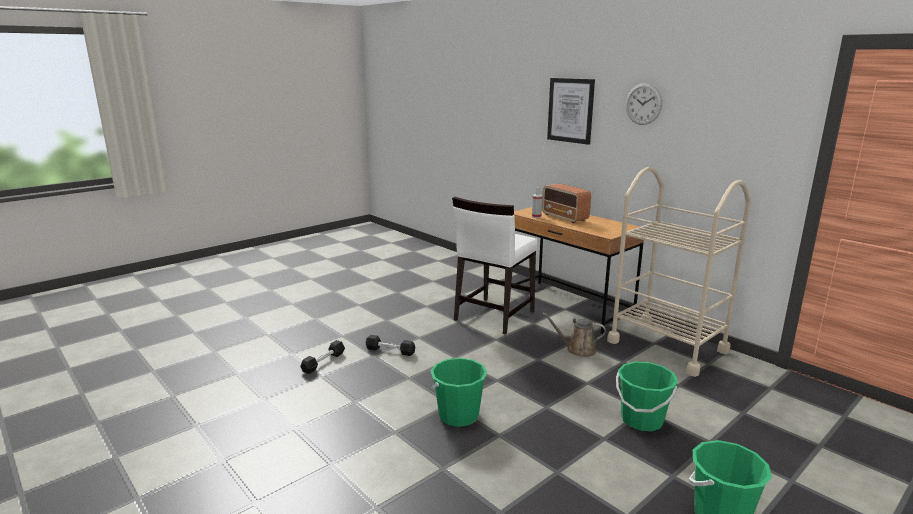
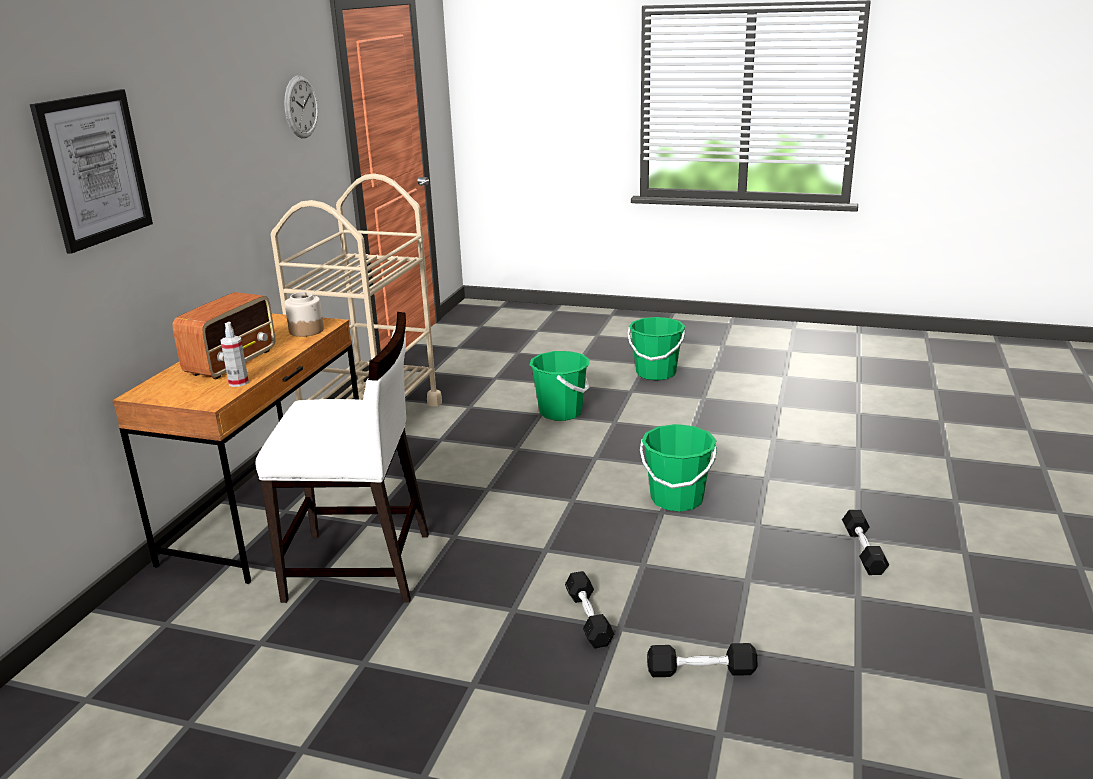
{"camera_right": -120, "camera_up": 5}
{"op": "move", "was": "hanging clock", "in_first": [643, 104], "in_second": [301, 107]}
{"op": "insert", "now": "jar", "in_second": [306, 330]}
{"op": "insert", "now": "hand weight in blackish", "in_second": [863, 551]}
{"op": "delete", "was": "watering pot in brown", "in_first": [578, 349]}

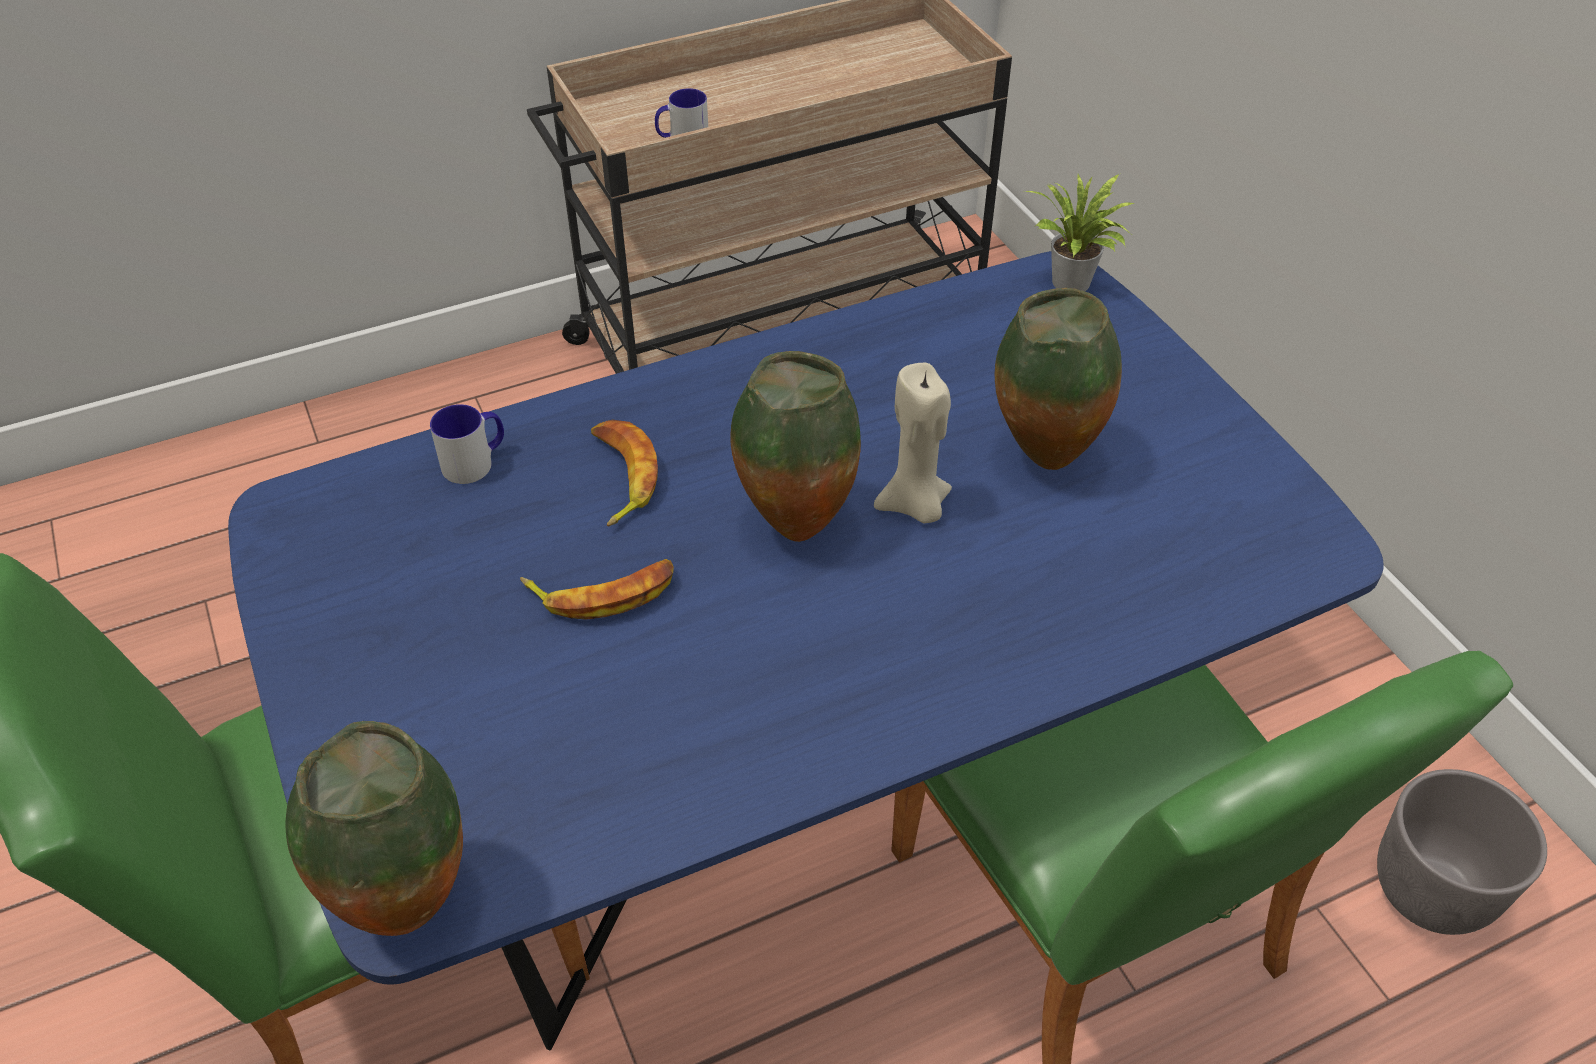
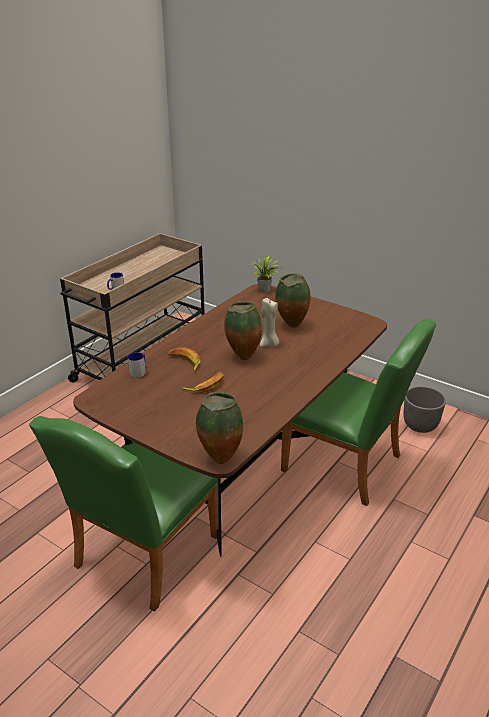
{"camera_right": -30, "camera_up": -15}
{"op": "recolor", "was": "dinner table in blue", "now": "dinner table in brown", "in_first": [798, 795], "in_second": [244, 468]}

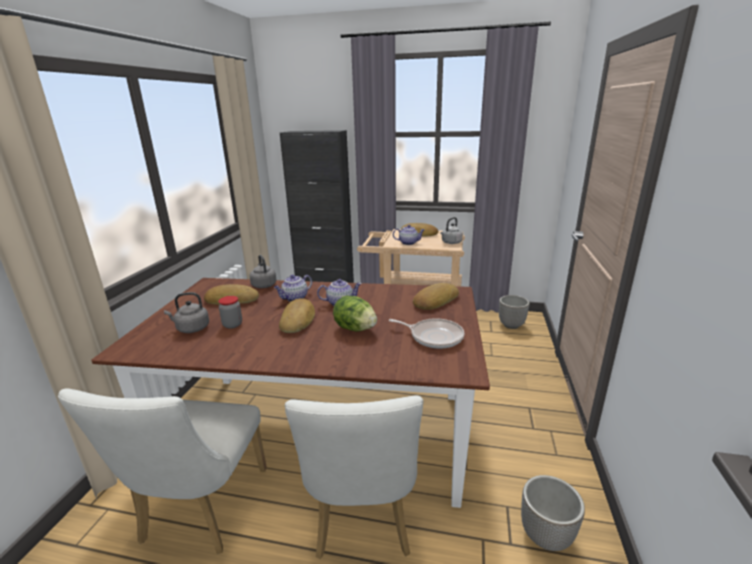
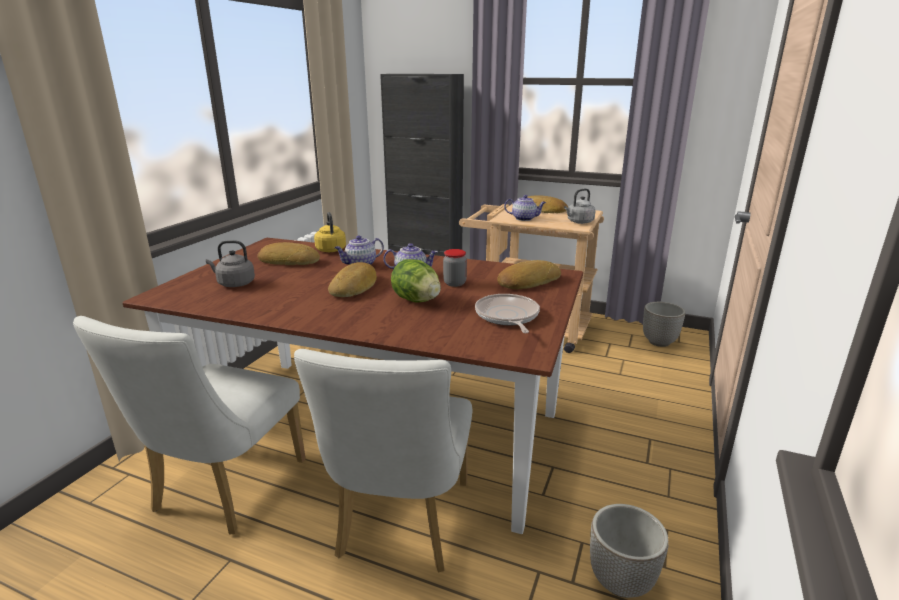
{"camera_right": 10, "camera_up": 0}
{"op": "recolor", "was": "kettle in gray", "now": "kettle in yellowish", "in_first": [263, 285], "in_second": [330, 249]}
{"op": "move", "was": "jar", "in_first": [232, 325], "in_second": [454, 283]}
{"op": "rotate", "was": "skillet", "in_first": [434, 336], "in_second": [507, 316], "clockwise": -135}

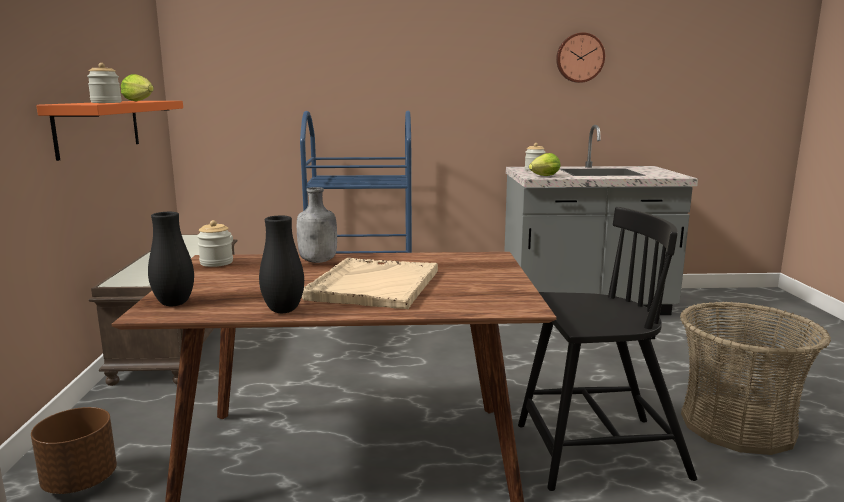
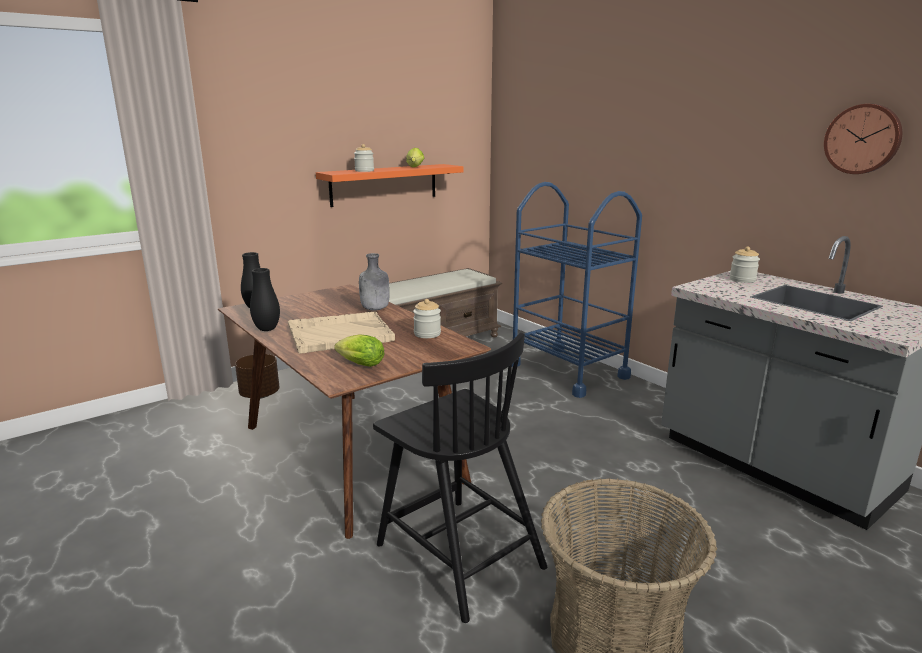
{"camera_right": 55, "camera_up": 5}
{"op": "move", "was": "lettuce", "in_first": [543, 176], "in_second": [359, 364]}
{"op": "move", "was": "jar", "in_first": [216, 263], "in_second": [427, 334]}

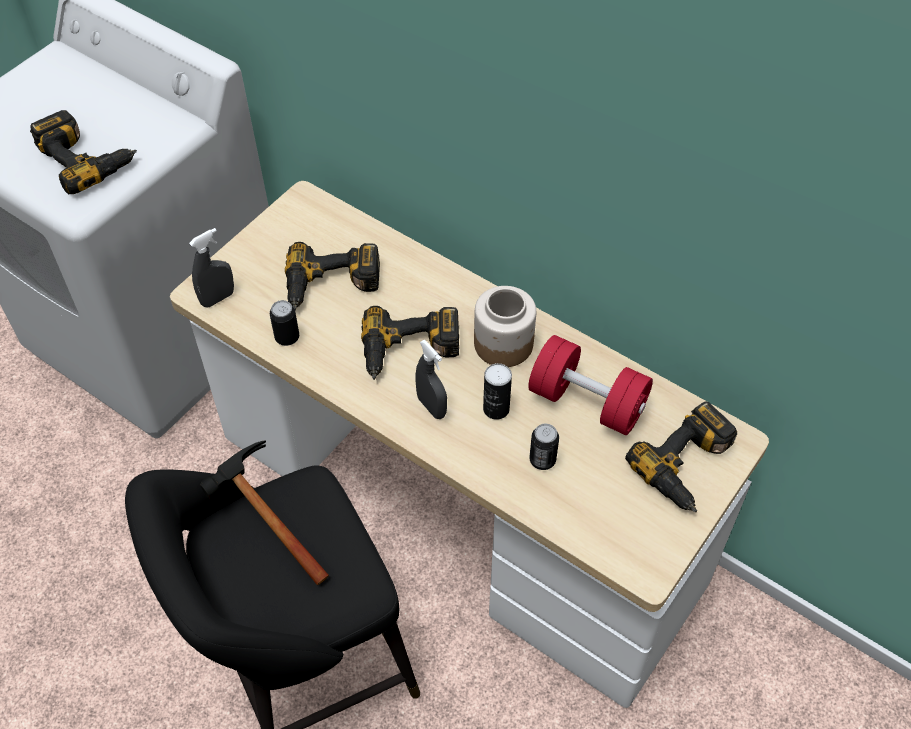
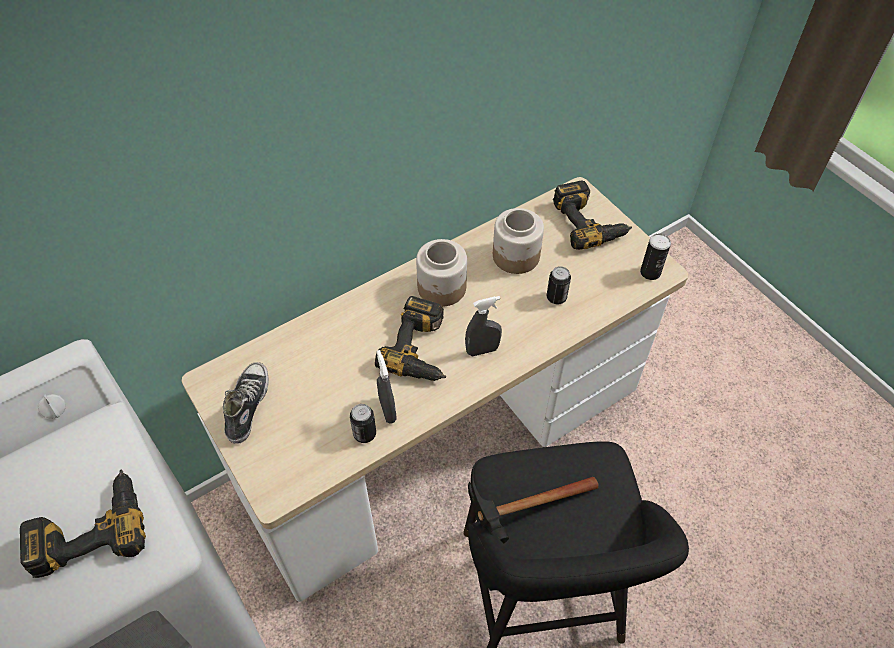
{"camera_right": -70, "camera_up": 0}
{"op": "insert", "now": "item of footwear", "in_second": [247, 406]}
{"op": "move", "was": "sprayer in gray", "in_first": [218, 298], "in_second": [387, 410]}
{"op": "replace", "was": "hand weight in red", "now": "jar", "in_first": [587, 402], "in_second": [516, 256]}
{"op": "move", "was": "metal can", "in_first": [496, 409], "in_second": [650, 272]}
{"op": "delete", "was": "drill", "in_first": [332, 286]}

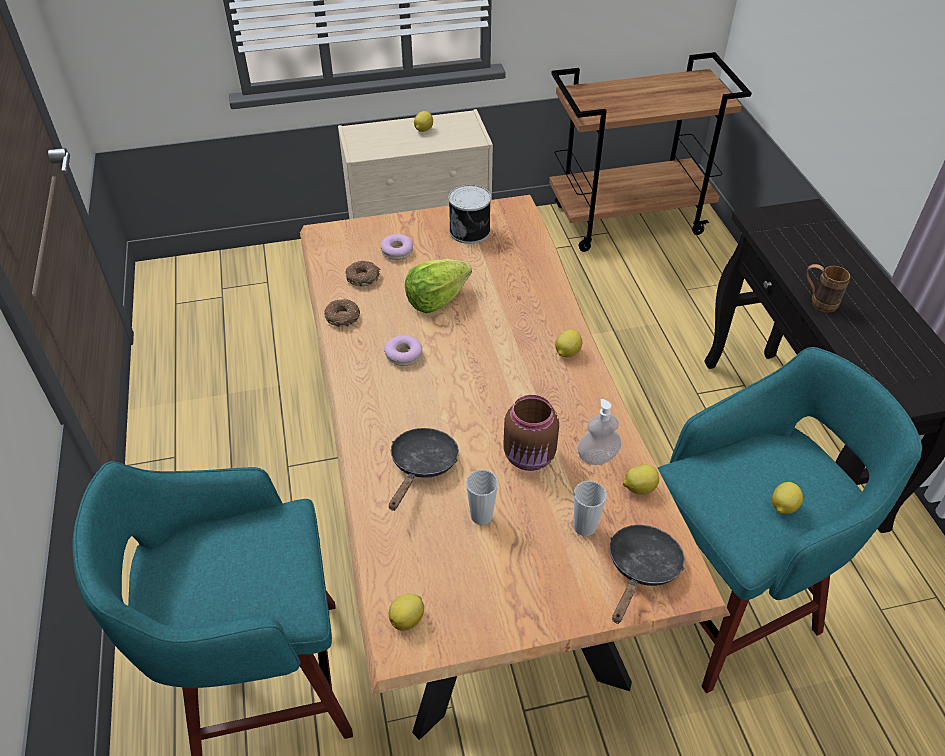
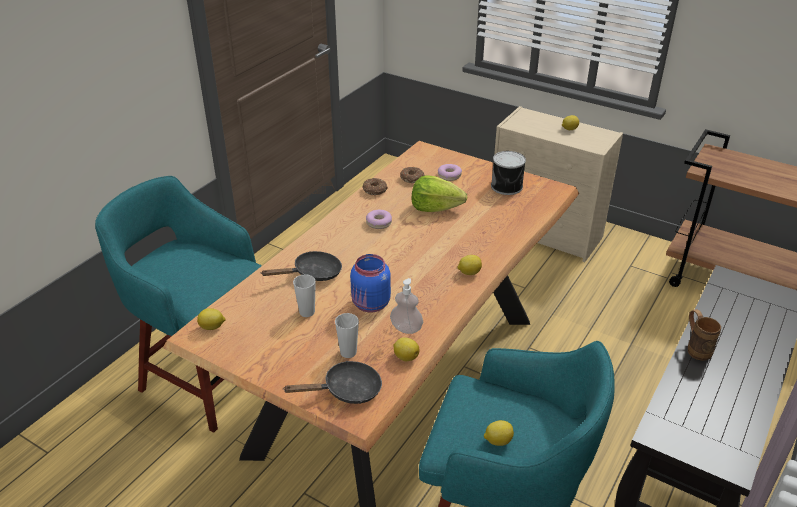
{"camera_right": 45, "camera_up": -10}
{"op": "recolor", "was": "jar in brown", "now": "jar in blue", "in_first": [530, 457], "in_second": [370, 304]}

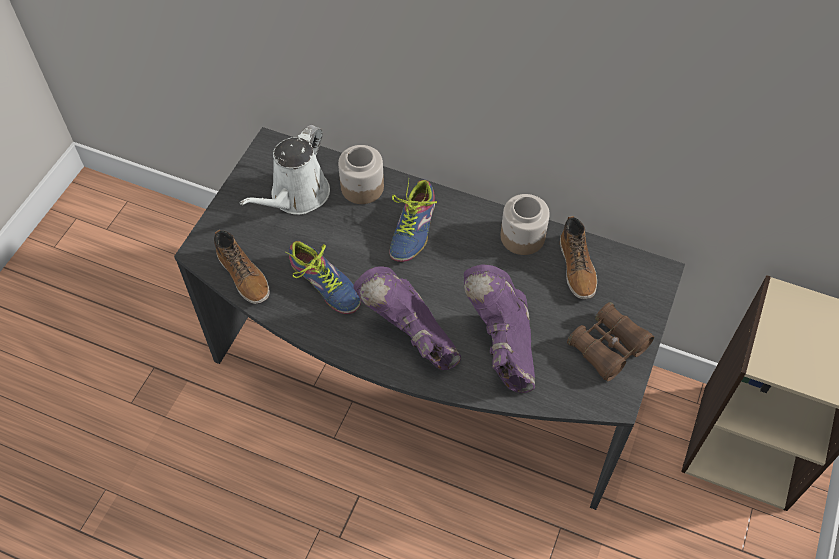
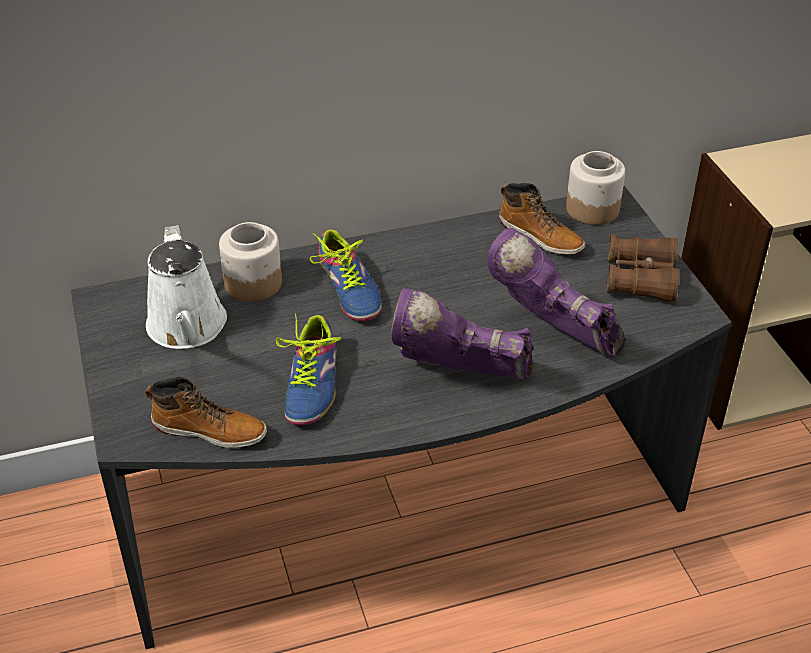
{"camera_right": -40, "camera_up": -15}
{"op": "rotate", "was": "item of footwear", "in_first": [325, 284], "in_second": [312, 384], "clockwise": 90}
{"op": "move", "was": "jar", "in_first": [523, 237], "in_second": [593, 209]}

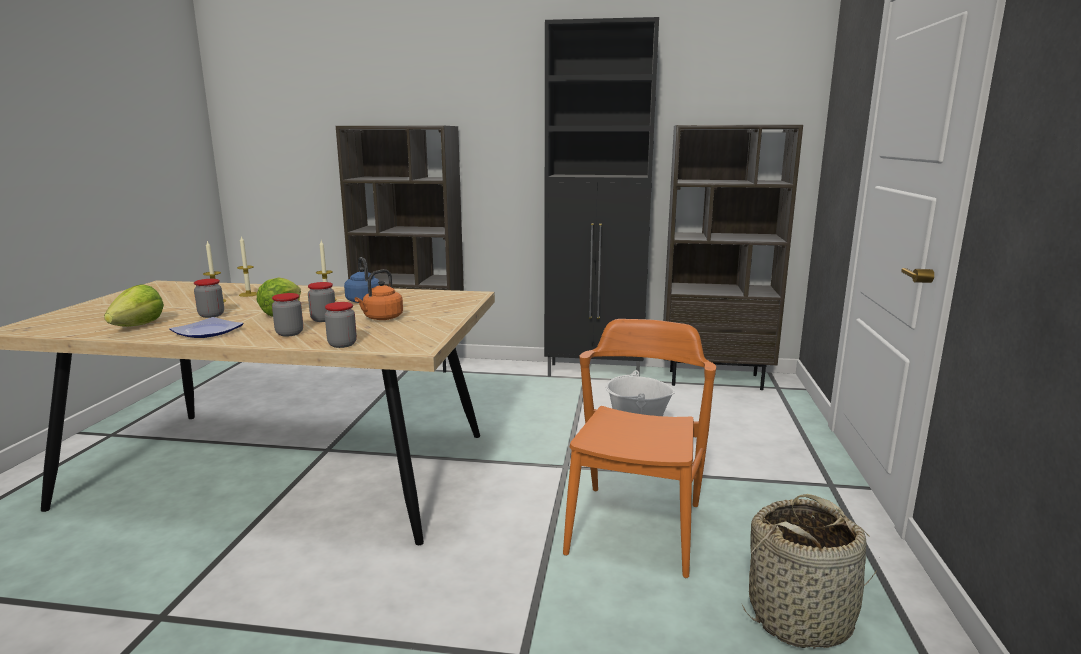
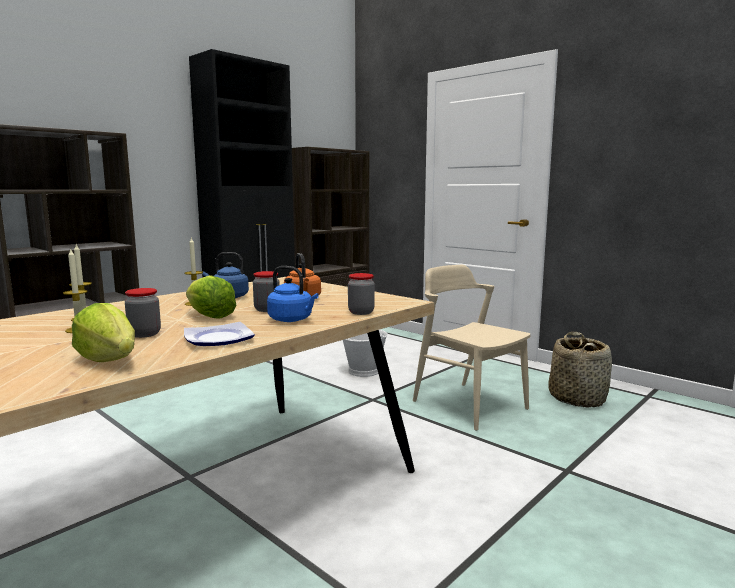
{"camera_right": -55, "camera_up": -5}
{"op": "replace", "was": "jar", "now": "kettle in blue", "in_first": [289, 333], "in_second": [292, 320]}
{"op": "recolor", "was": "upright chair in orange", "now": "upright chair in sand-coloured", "in_first": [636, 528], "in_second": [469, 405]}

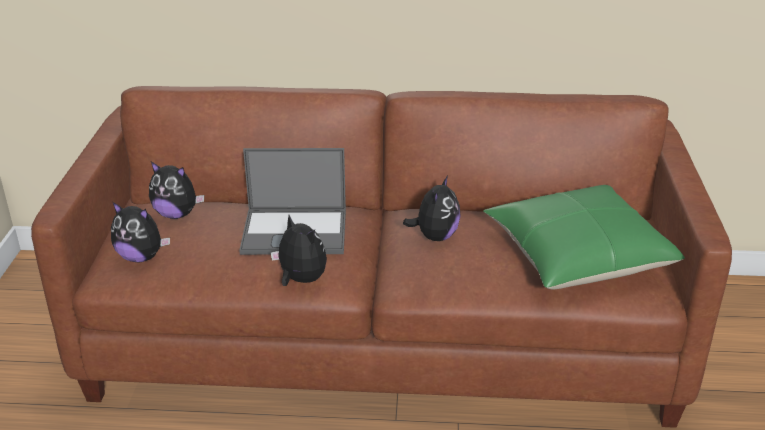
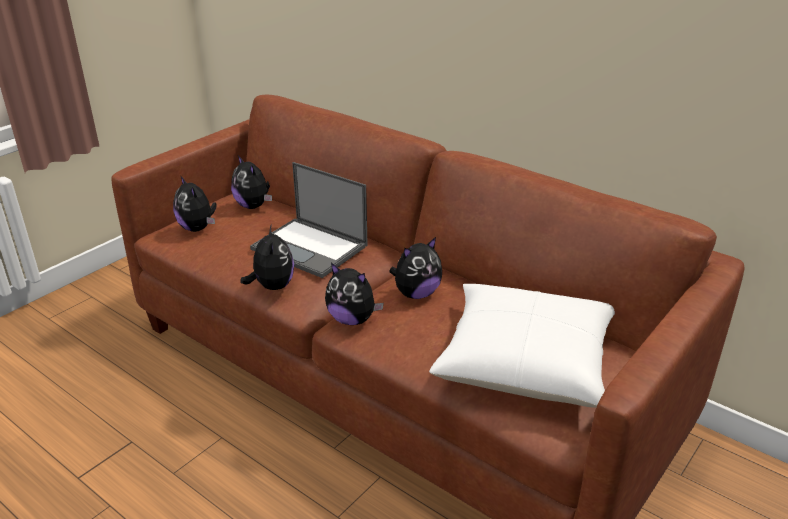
{"camera_right": 35, "camera_up": 0}
{"op": "insert", "now": "plush toy", "in_second": [352, 319]}
{"op": "recolor", "was": "pillow in greenish", "now": "pillow in white-coloured", "in_first": [577, 255], "in_second": [525, 361]}

